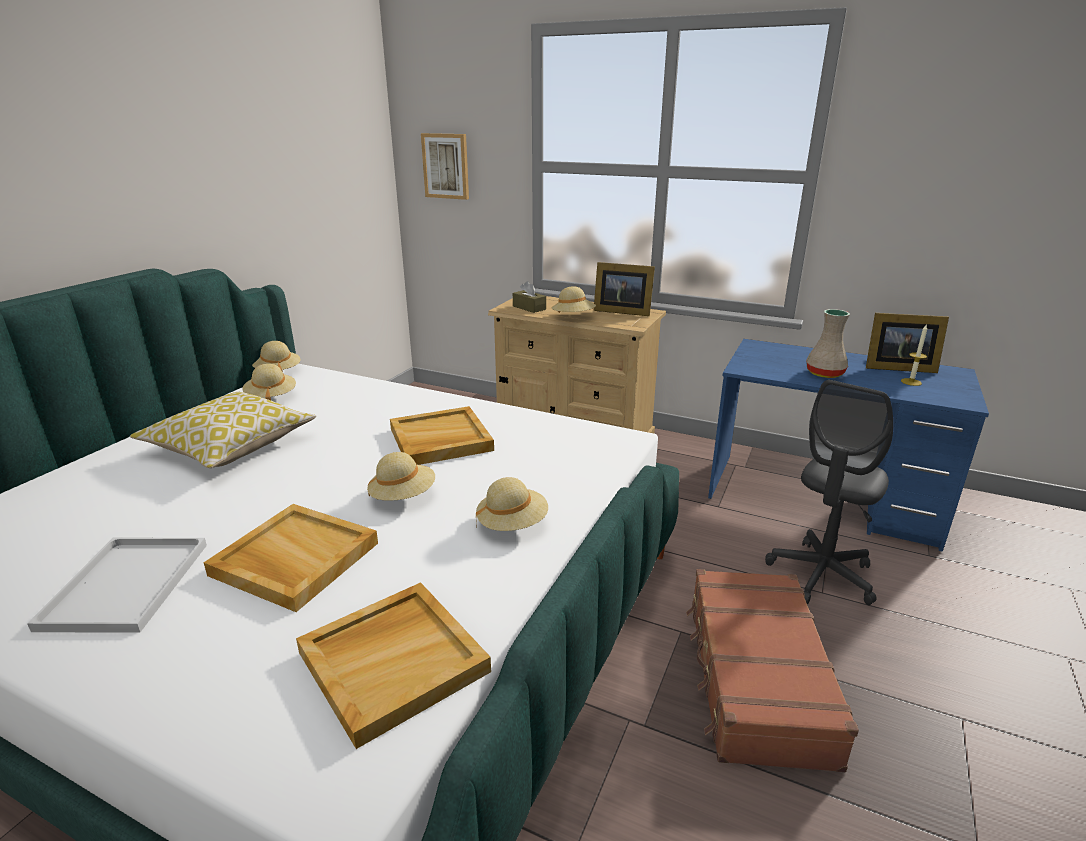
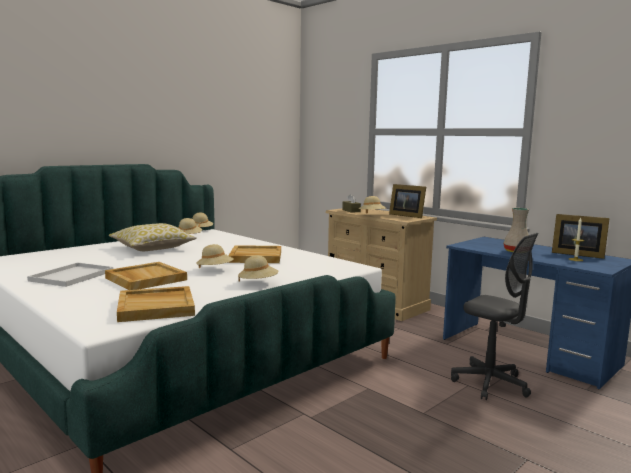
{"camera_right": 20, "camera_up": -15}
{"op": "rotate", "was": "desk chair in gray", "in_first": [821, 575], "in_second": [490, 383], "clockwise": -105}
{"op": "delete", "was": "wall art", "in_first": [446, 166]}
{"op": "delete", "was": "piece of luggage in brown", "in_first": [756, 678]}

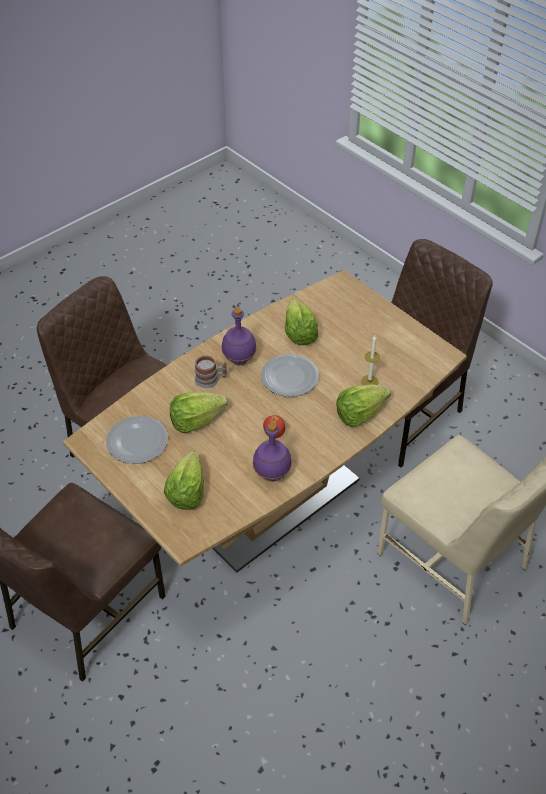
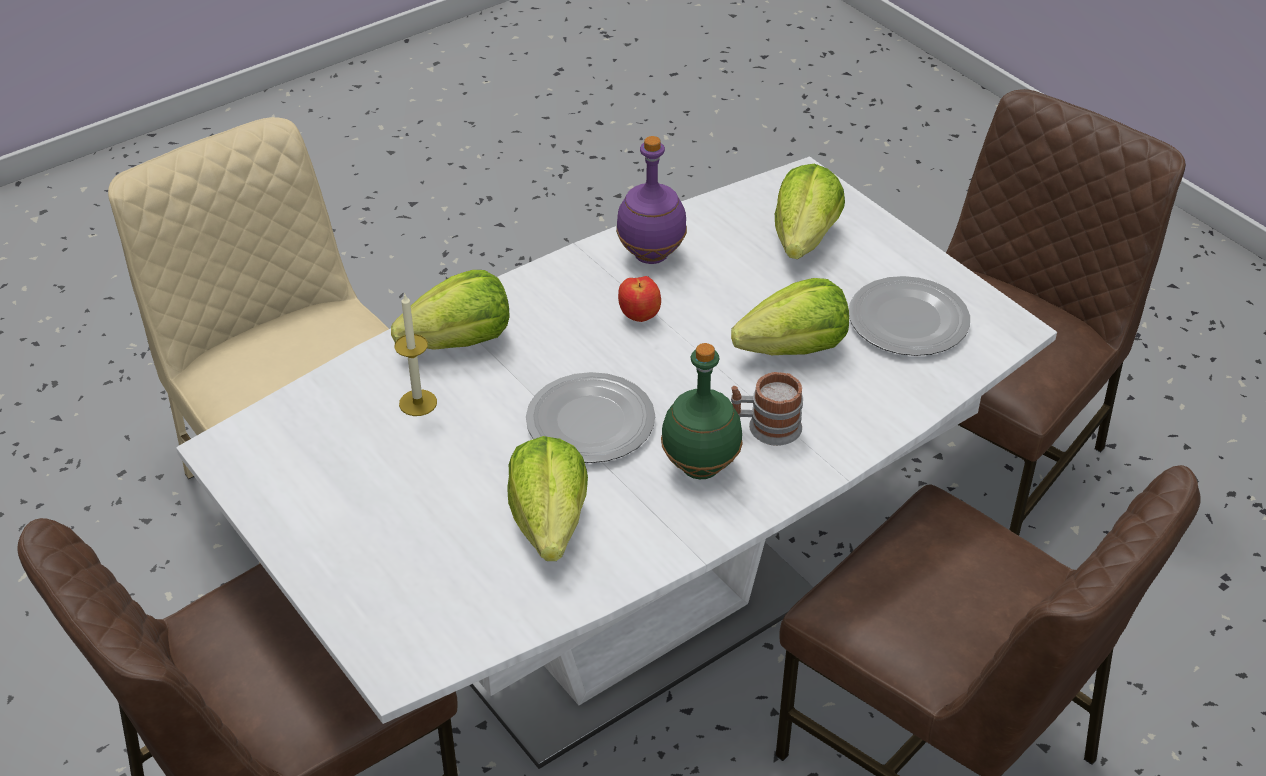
{"camera_right": -175, "camera_up": -5}
{"op": "recolor", "was": "dinner table in brown", "now": "dinner table in white-coloured", "in_first": [272, 500], "in_second": [633, 625]}
{"op": "recolor", "was": "bottle in purplish", "now": "bottle in greenish", "in_first": [239, 360], "in_second": [700, 466]}

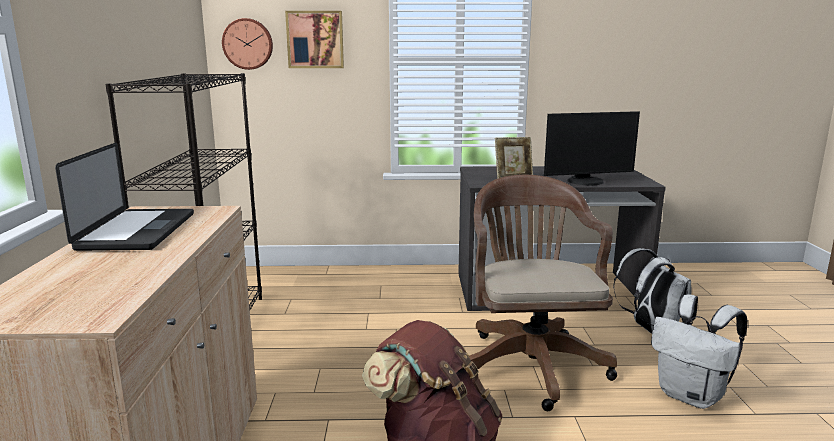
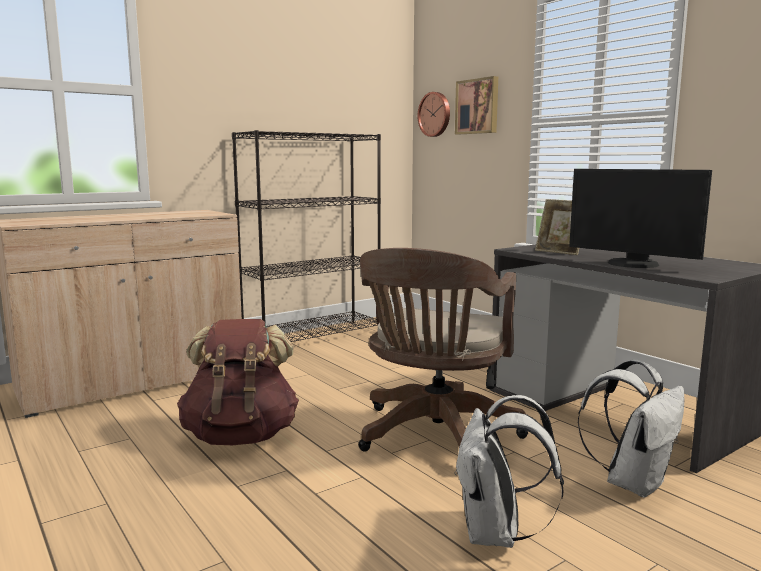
{"camera_right": 55, "camera_up": -5}
{"op": "rotate", "was": "desk chair in brown", "in_first": [530, 362], "in_second": [435, 437], "clockwise": 150}
{"op": "delete", "was": "portable computer", "in_first": [137, 231]}

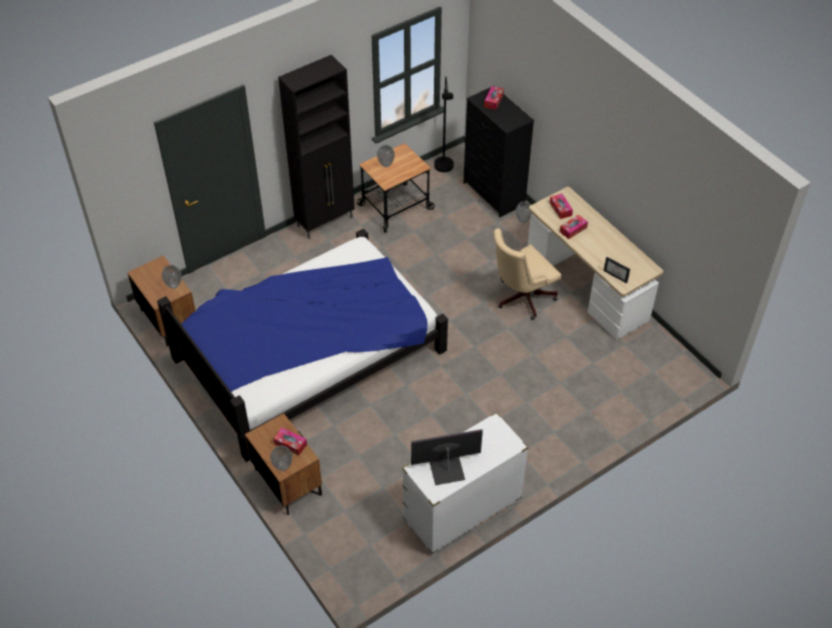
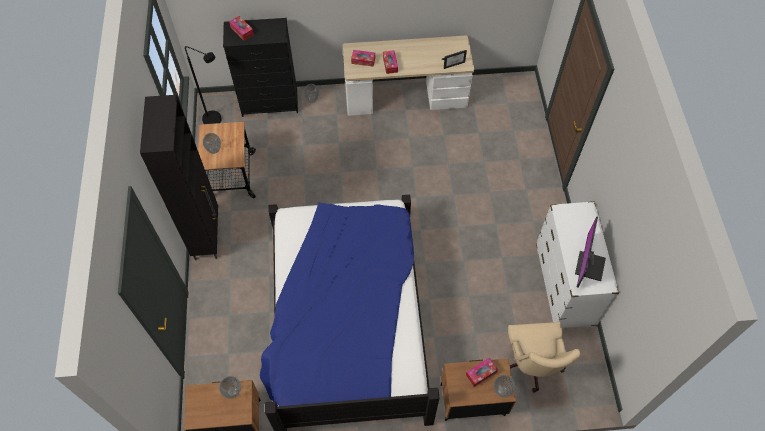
{"camera_right": -60, "camera_up": 10}
{"op": "move", "was": "desk chair in sand-coloured", "in_first": [521, 298], "in_second": [531, 365]}

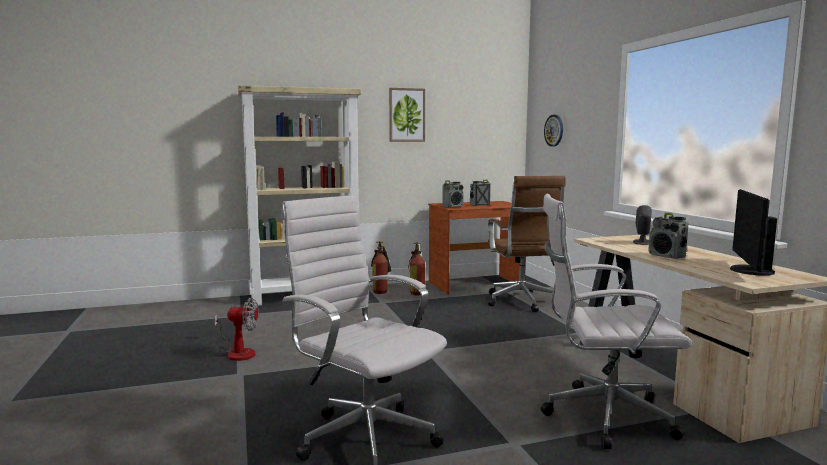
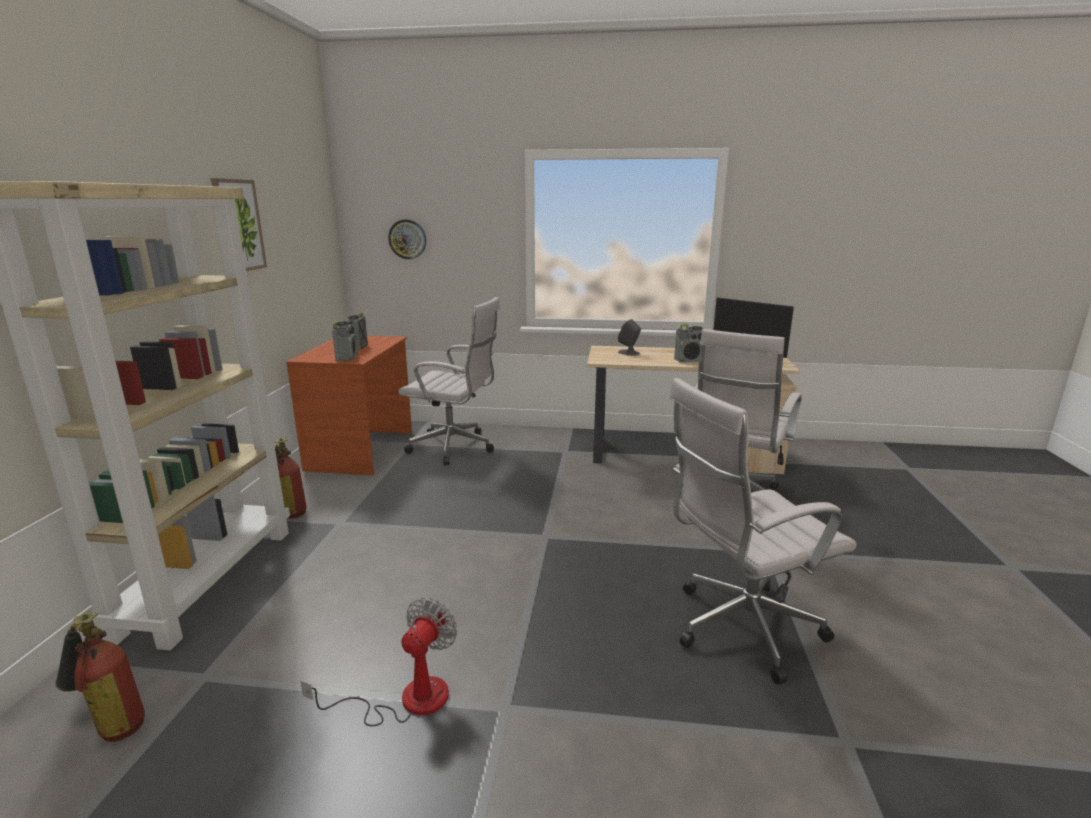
{"camera_right": -65, "camera_up": 10}
{"op": "move", "was": "fire extinguisher", "in_first": [416, 292], "in_second": [110, 724]}
{"op": "recolor", "was": "desk chair in brown", "now": "desk chair in white-coloured", "in_first": [522, 302], "in_second": [455, 448]}

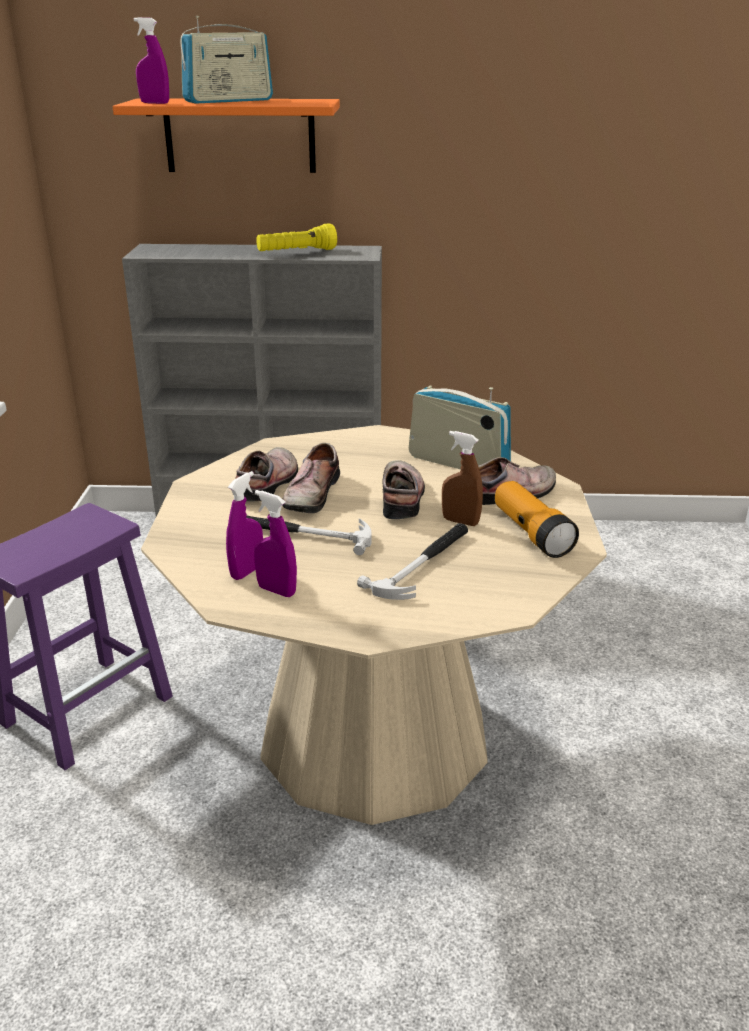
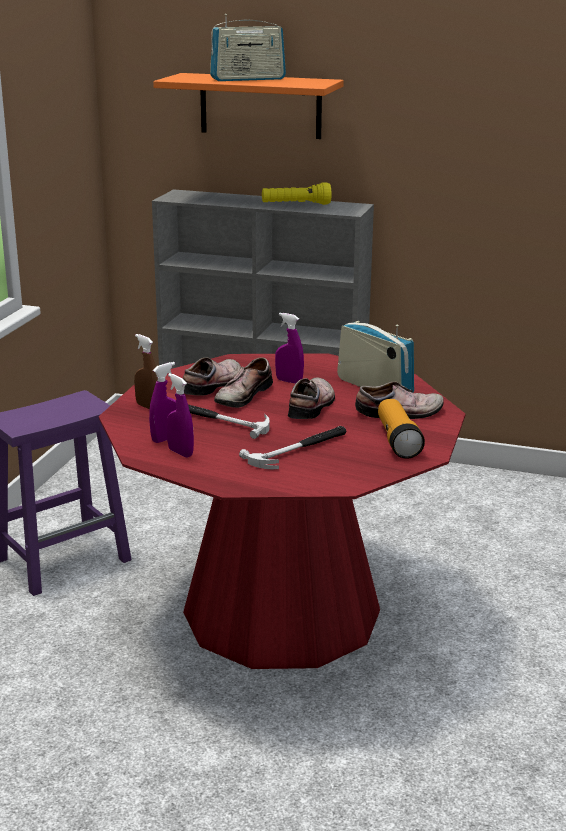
{"camera_right": 15, "camera_up": -5}
{"op": "recolor", "was": "dinner table in sand-coloured", "now": "dinner table in red", "in_first": [374, 735], "in_second": [281, 611]}
{"op": "move", "was": "sprayer in brown", "in_first": [460, 521], "in_second": [148, 407]}
{"op": "move", "was": "sprayer in purplish", "in_first": [155, 103], "in_second": [289, 381]}

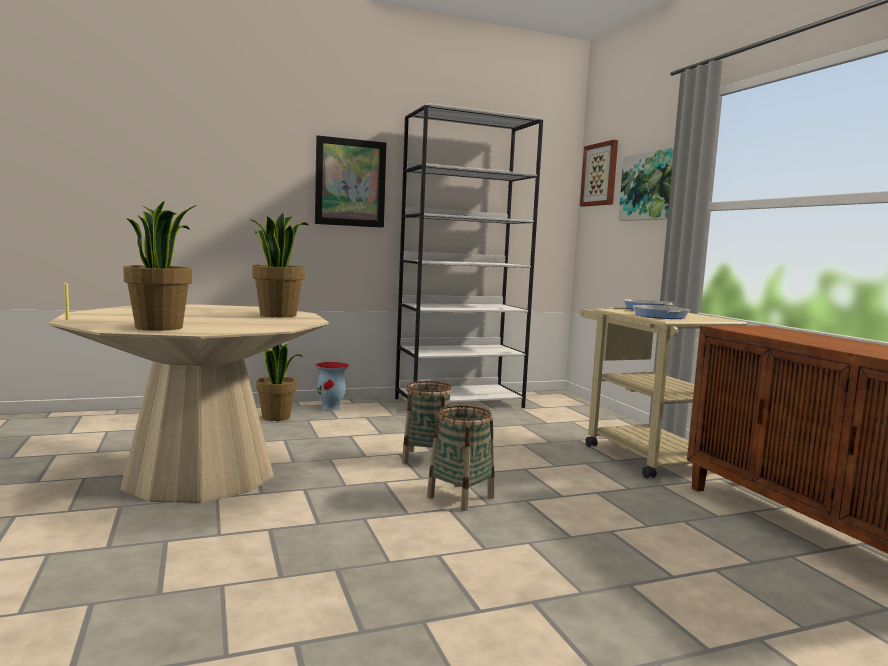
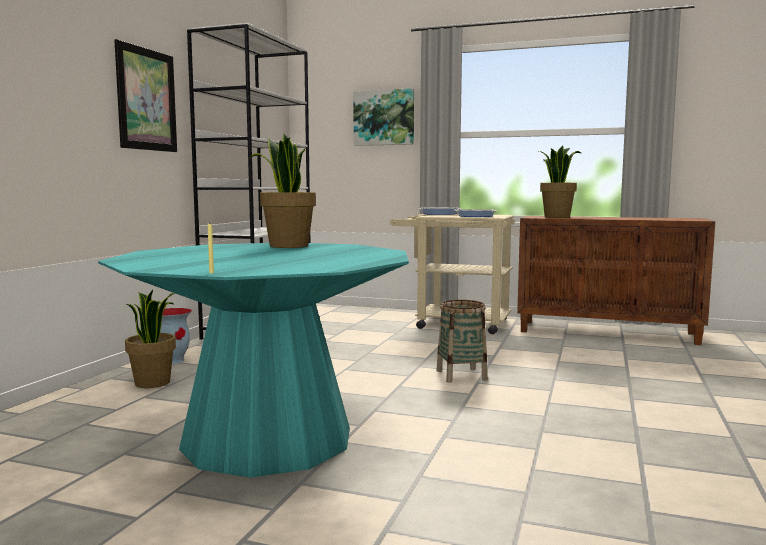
{"camera_right": -50, "camera_up": 0}
{"op": "recolor", "was": "dinner table in sand-coloured", "now": "dinner table in turquoise", "in_first": [199, 474], "in_second": [267, 438]}
{"op": "move", "was": "houseplant", "in_first": [160, 327], "in_second": [557, 217]}
{"op": "delete", "was": "basket", "in_first": [426, 458]}
{"op": "delete", "was": "wall art", "in_first": [600, 174]}

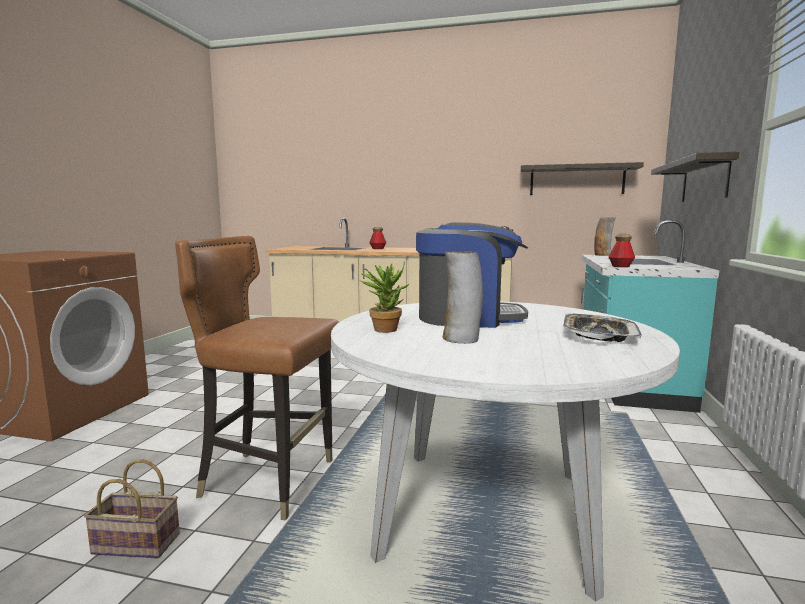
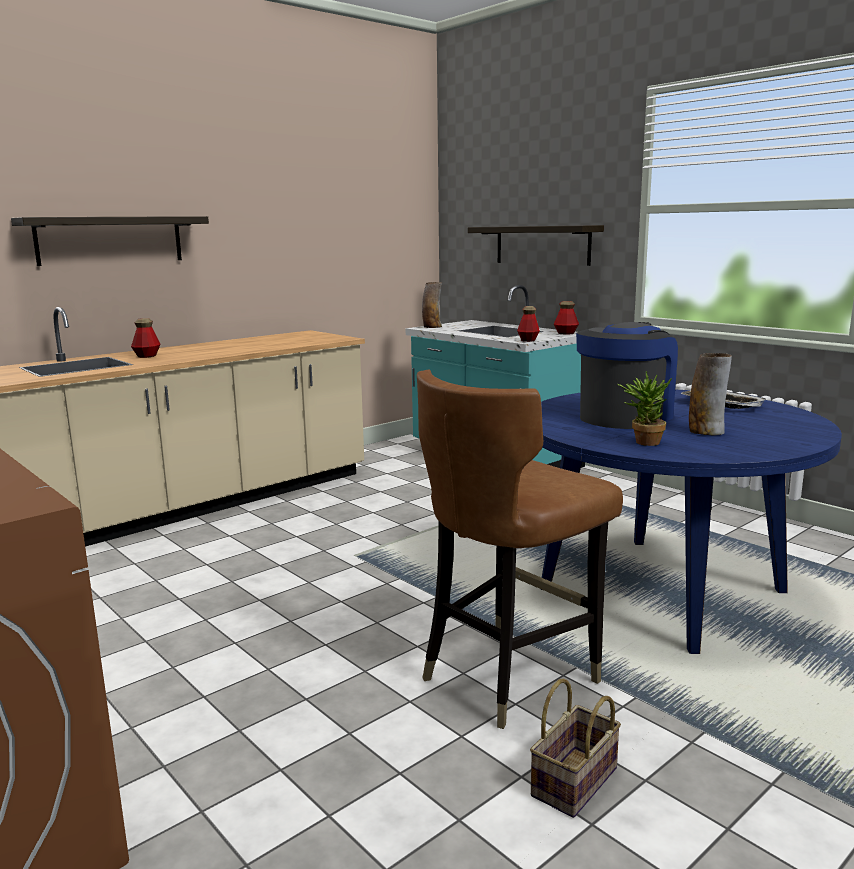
{"camera_right": -55, "camera_up": 5}
{"op": "move", "was": "shelf", "in_first": [576, 180], "in_second": [110, 240]}
{"op": "recolor", "was": "dinner table in white-coloured", "now": "dinner table in blue", "in_first": [487, 512], "in_second": [661, 590]}
{"op": "insert", "now": "bottle", "in_second": [566, 333]}

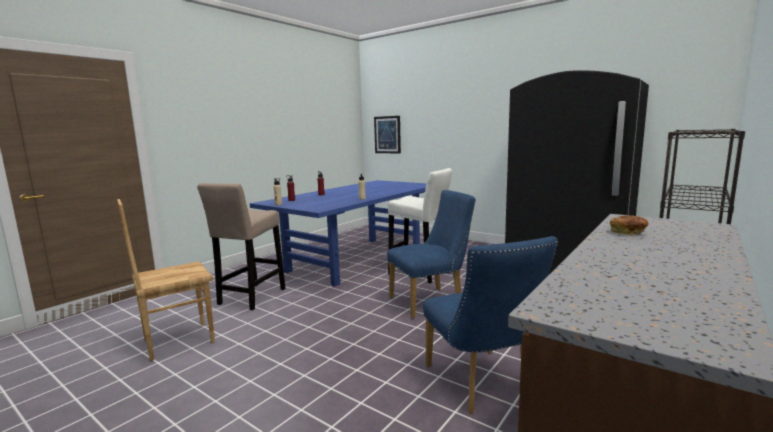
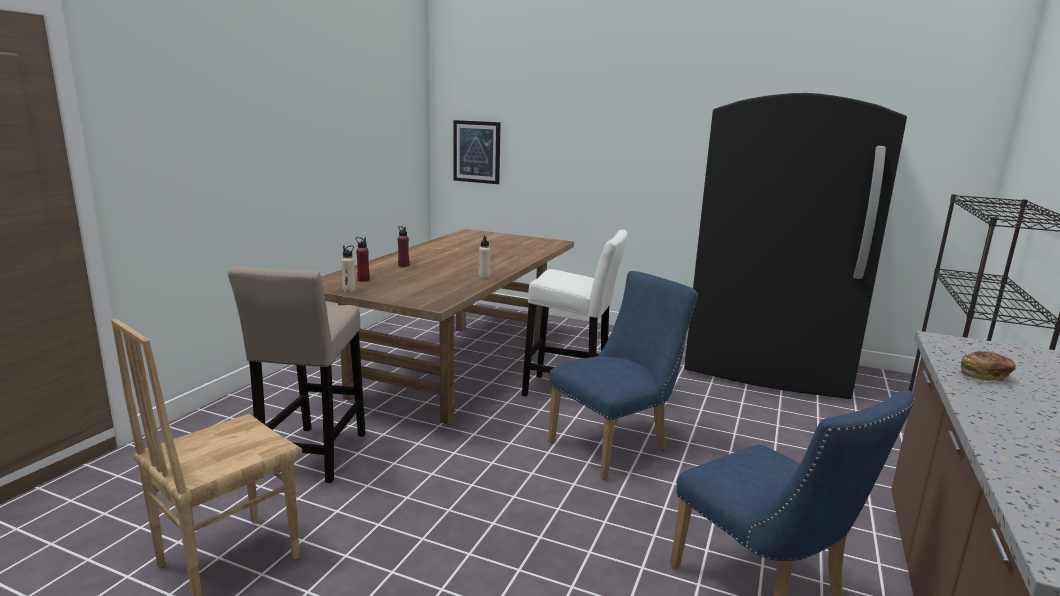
{"camera_right": -15, "camera_up": 5}
{"op": "recolor", "was": "dinner table in blue", "now": "dinner table in brown", "in_first": [357, 259], "in_second": [455, 366]}

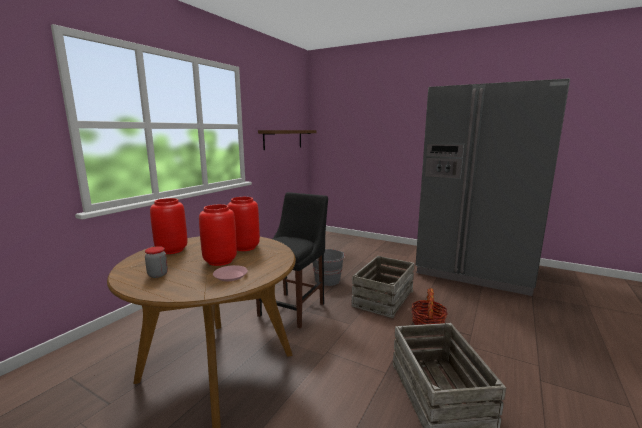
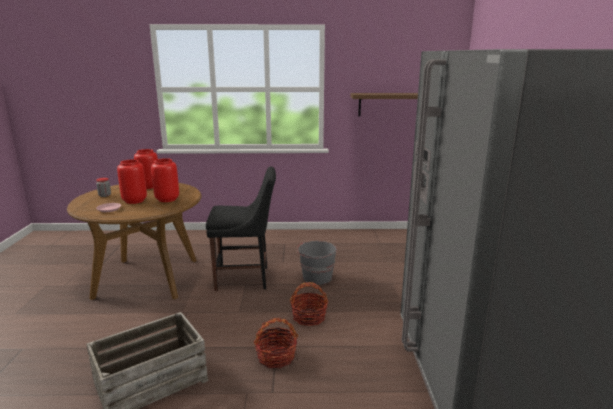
{"camera_right": 60, "camera_up": 5}
{"op": "replace", "was": "crate", "now": "basket", "in_first": [383, 298], "in_second": [309, 317]}

